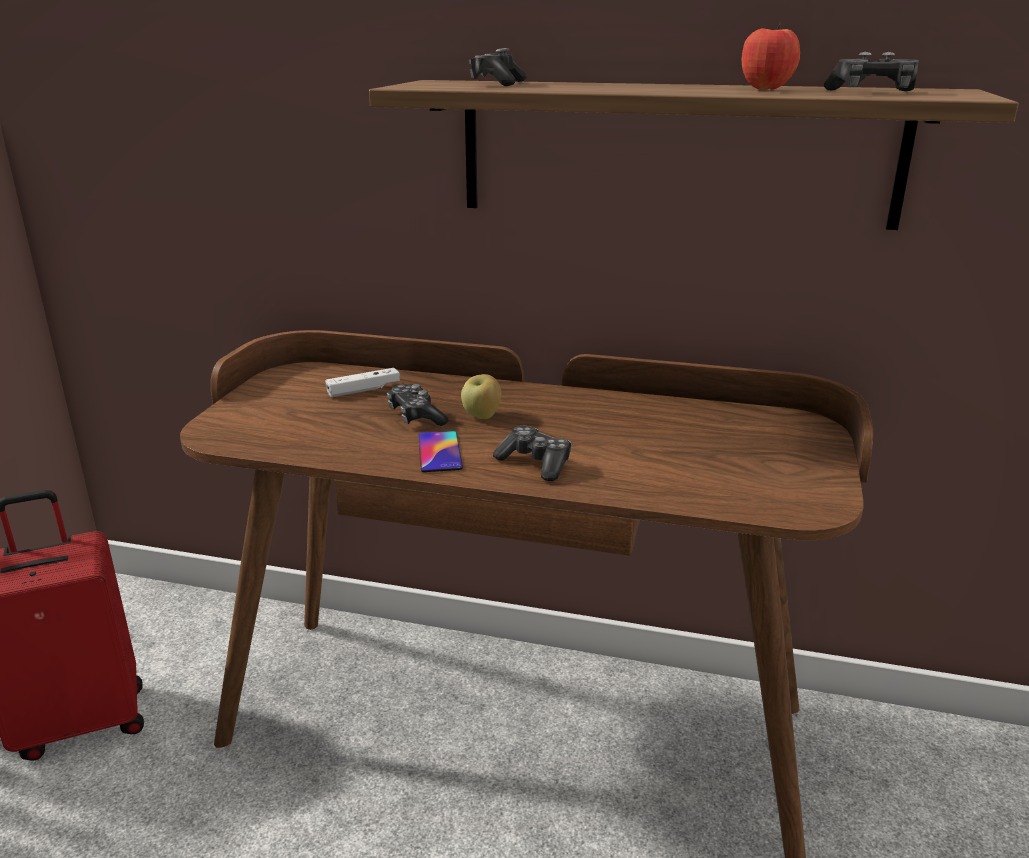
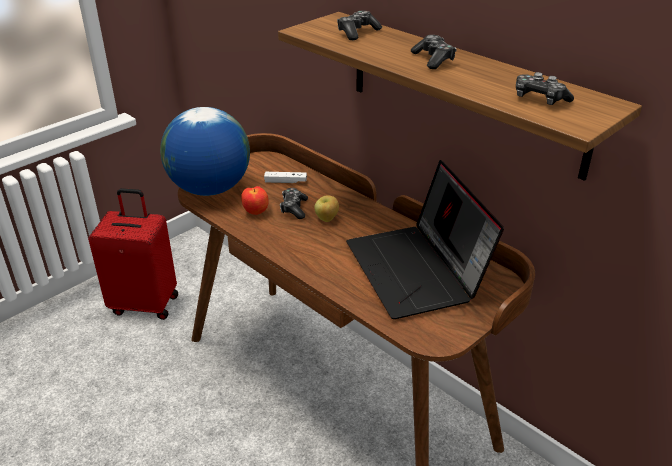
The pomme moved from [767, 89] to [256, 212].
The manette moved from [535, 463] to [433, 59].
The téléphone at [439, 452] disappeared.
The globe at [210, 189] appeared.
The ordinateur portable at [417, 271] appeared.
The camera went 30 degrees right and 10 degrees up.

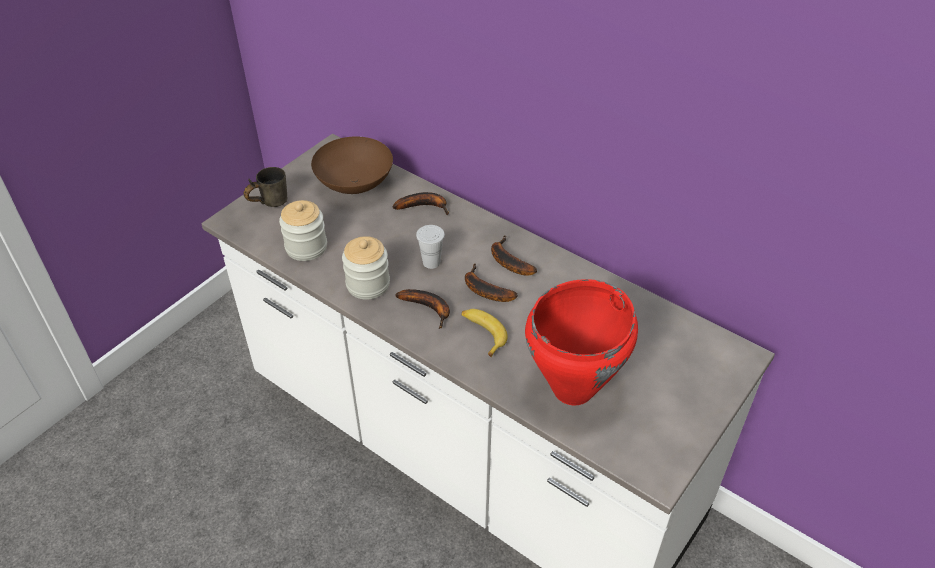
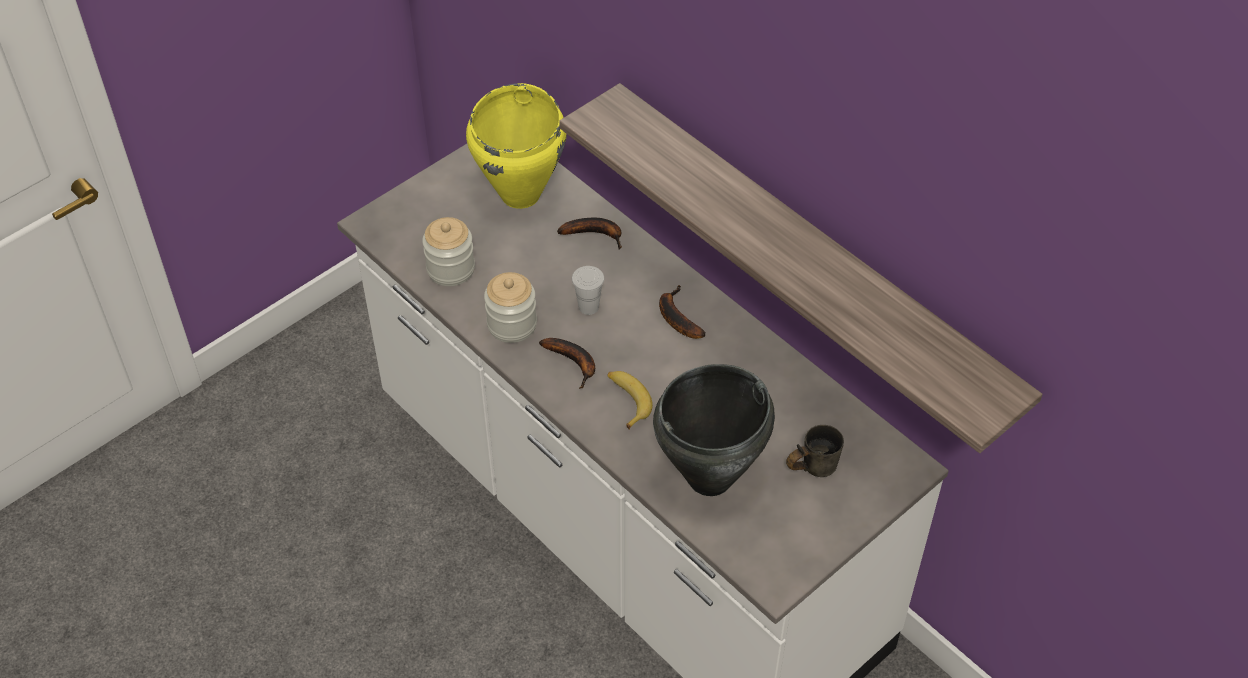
The bol (marron) at [356, 184] was replaced by the marmite (jaune) at [521, 194].
The mug (gris) moved from [268, 201] to [810, 465].
The banane at [484, 290] disappeared.
The marmite (rouge) at [574, 389] became the marmite (noir) at [711, 478].
The étagère at [809, 259] appeared.
The camera went 10 degrees right and 5 degrees up.

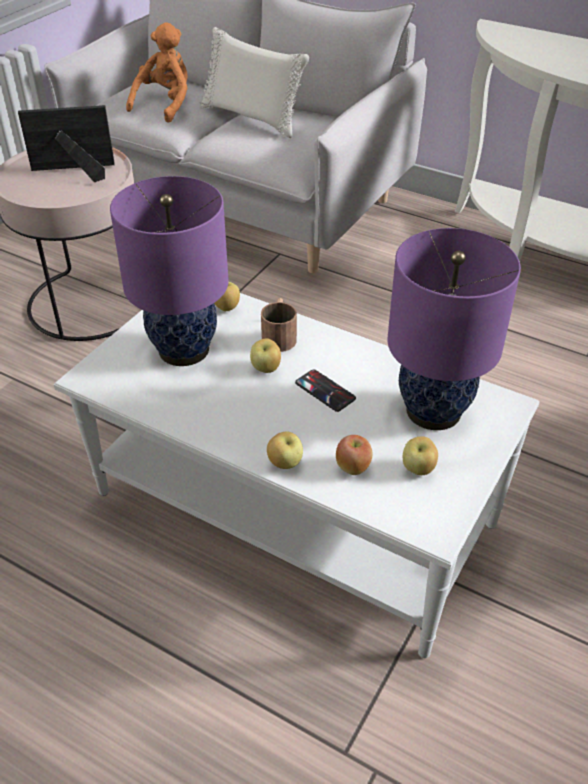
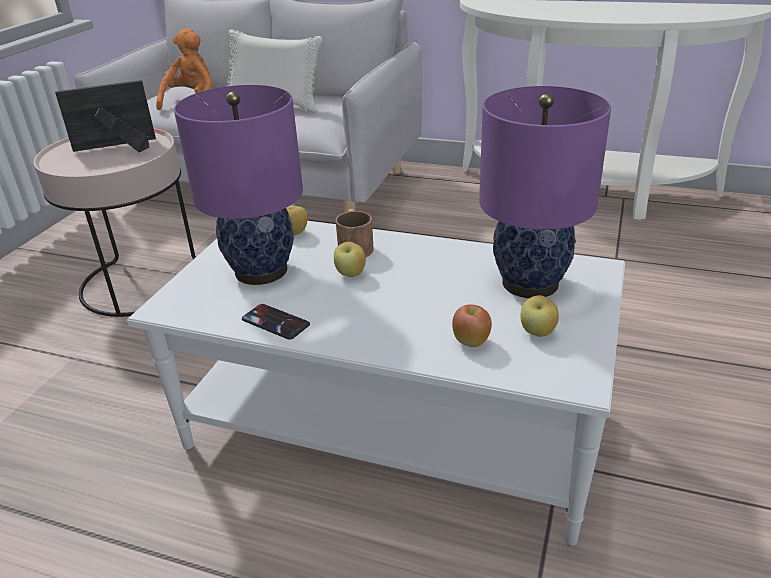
The téléphone moved from [325, 391] to [275, 322].
The pomme at [285, 463] disappeared.
The camera went 10 degrees left and 10 degrees down.

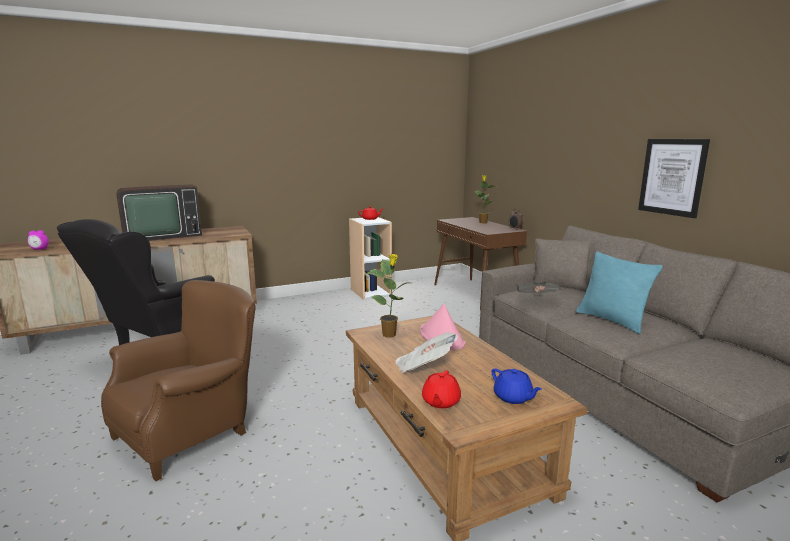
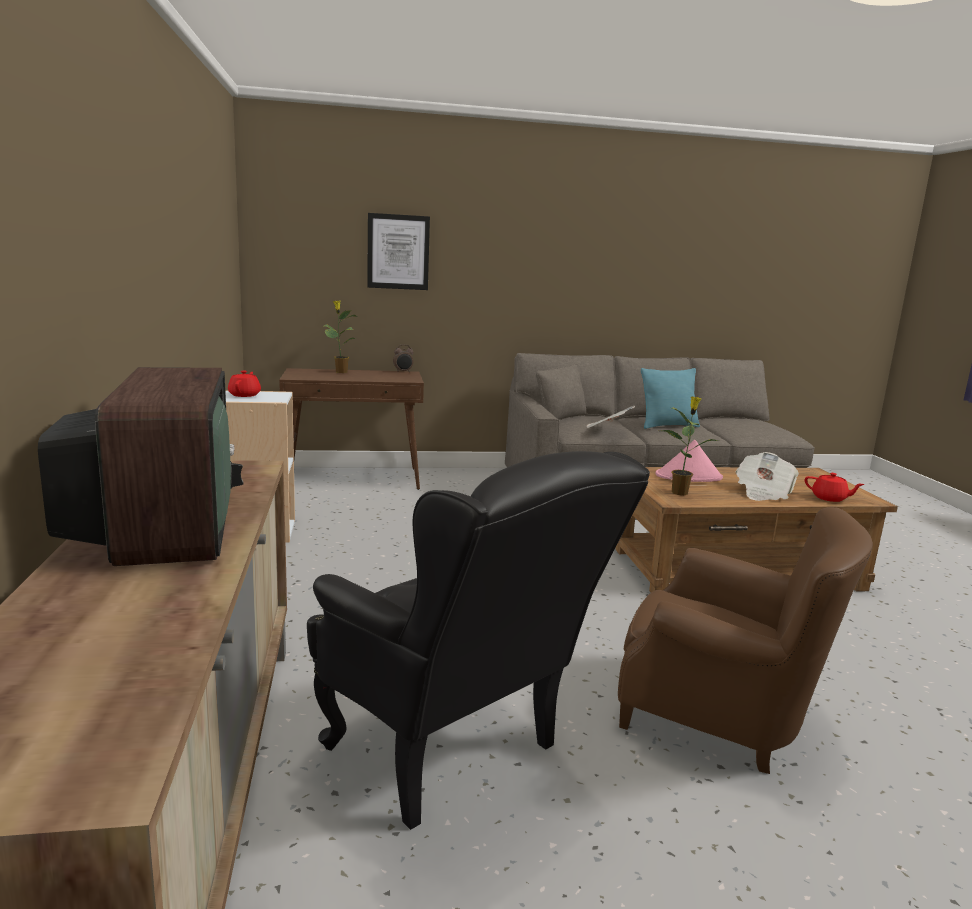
The tableau moved from [672, 177] to [398, 252].
The réveil at [39, 249] disappeared.
The fauteuil (marron) at [191, 430] turned 150 degrees clockwise.
The théière (bleu) at [513, 397] disappeared.
The camera went 75 degrees left and 0 degrees up.

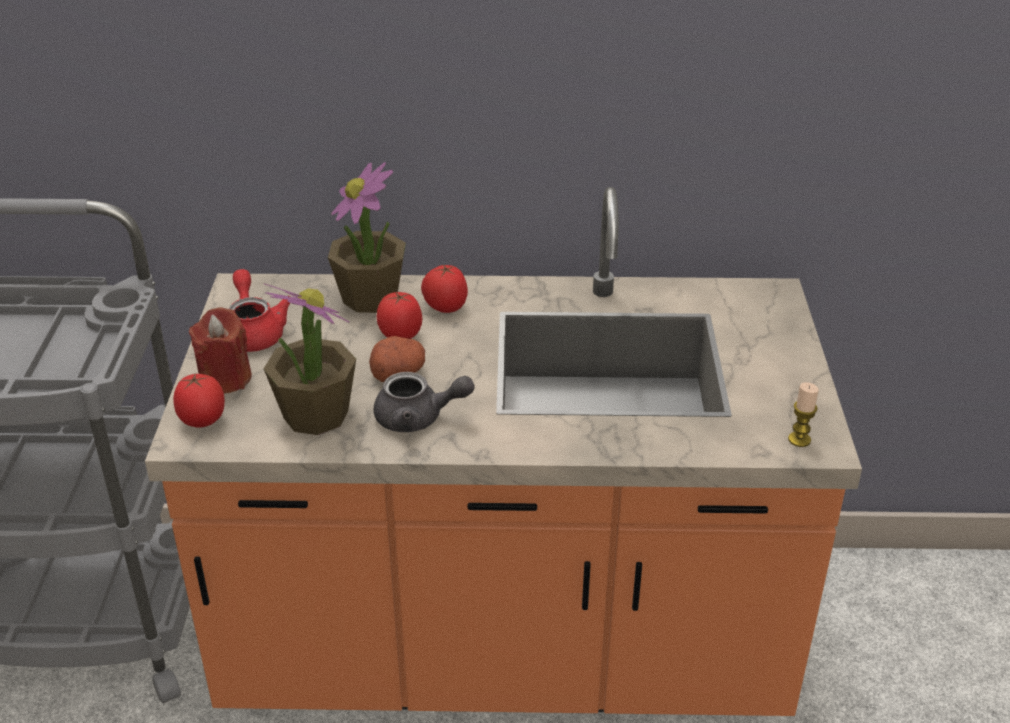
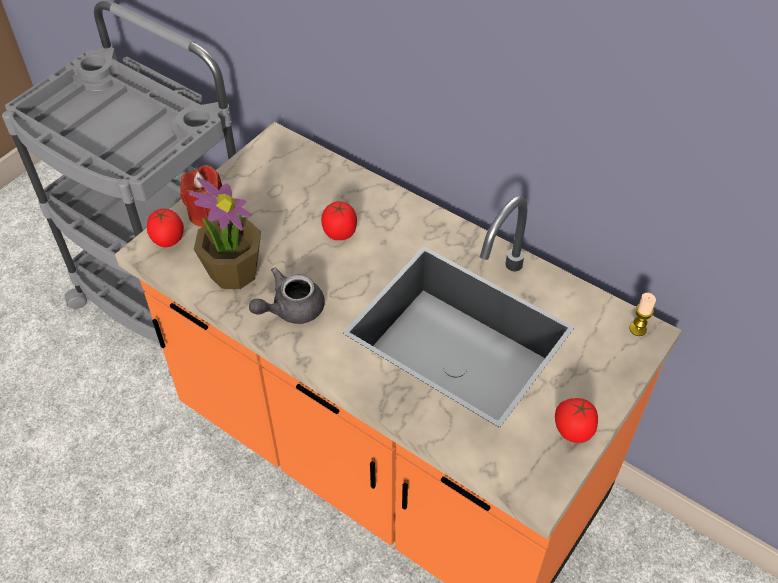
The plante en pot at [371, 298] disappeared.
The tomate moved from [445, 308] to [573, 431].
The théière (rouge) at [254, 332] disappeared.
The pomme de terre at [398, 372] disappeared.
The théière (gris) at [418, 418] turned 105 degrees clockwise.
The bougie moved from [799, 439] to [638, 329].
The camera went 35 degrees right and 15 degrees up.

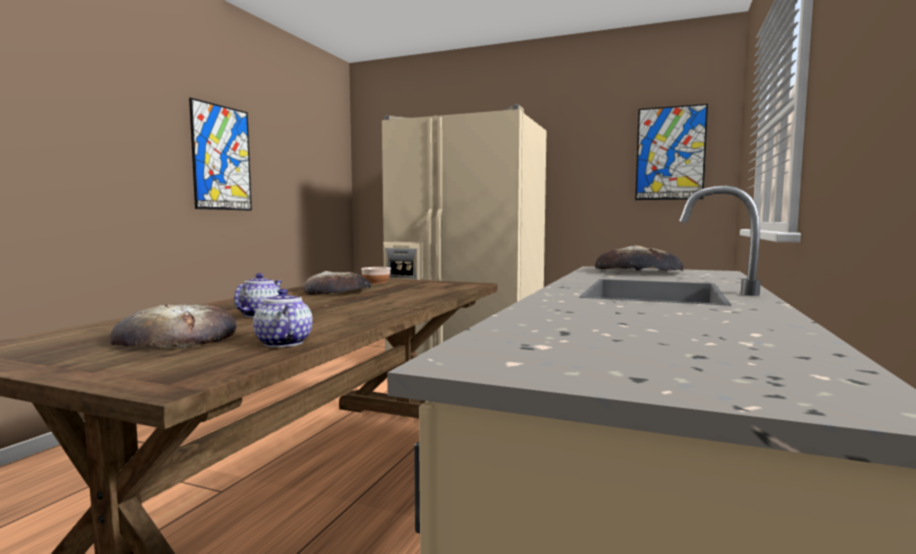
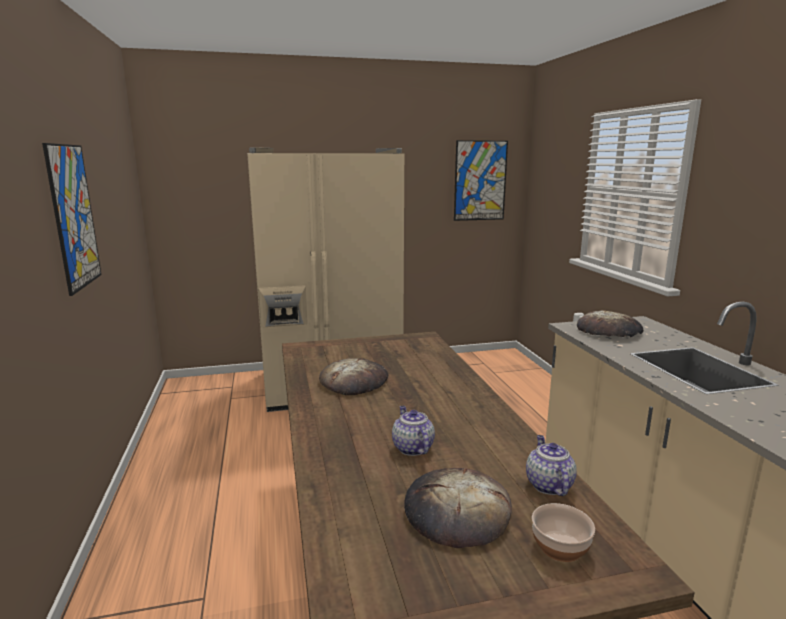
The bol moved from [376, 282] to [559, 547].
The théière at [283, 343] turned 60 degrees clockwise.
The camera went 35 degrees left and 10 degrees up.

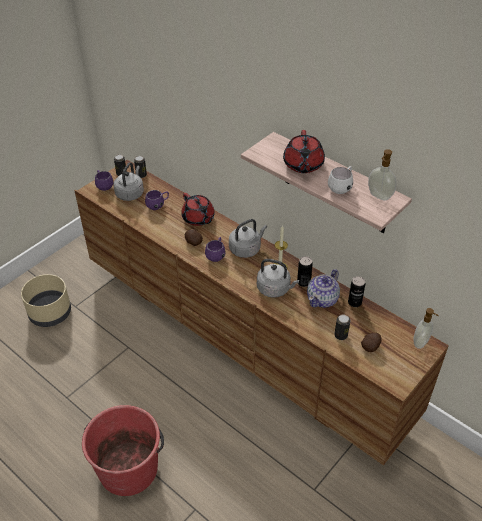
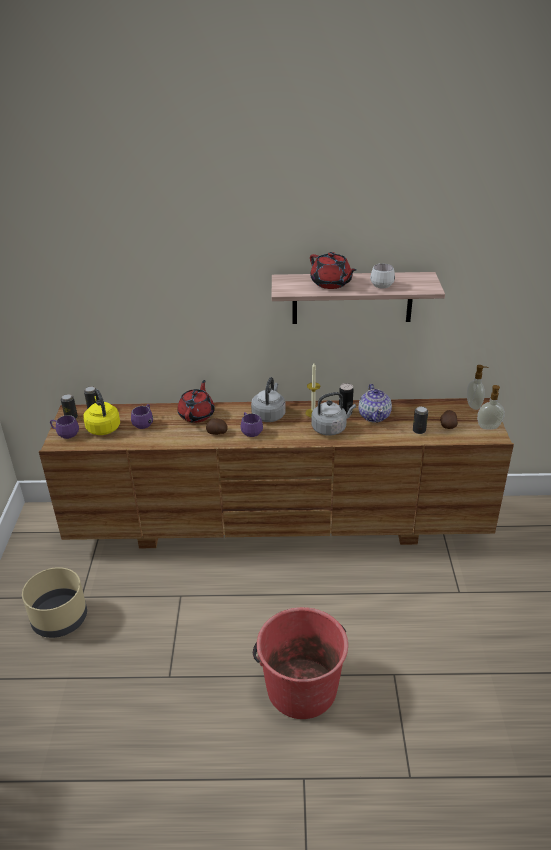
The distributeur de savon moved from [379, 196] to [488, 427].
The bouilloire (gris) at [130, 193] became the bouilloire (jaune) at [103, 427].
The théière (rouge) at [198, 218] turned 90 degrees counterclockwise.
The boîte métallique at [354, 302] disappeared.
The camera went 40 degrees left and 10 degrees down.

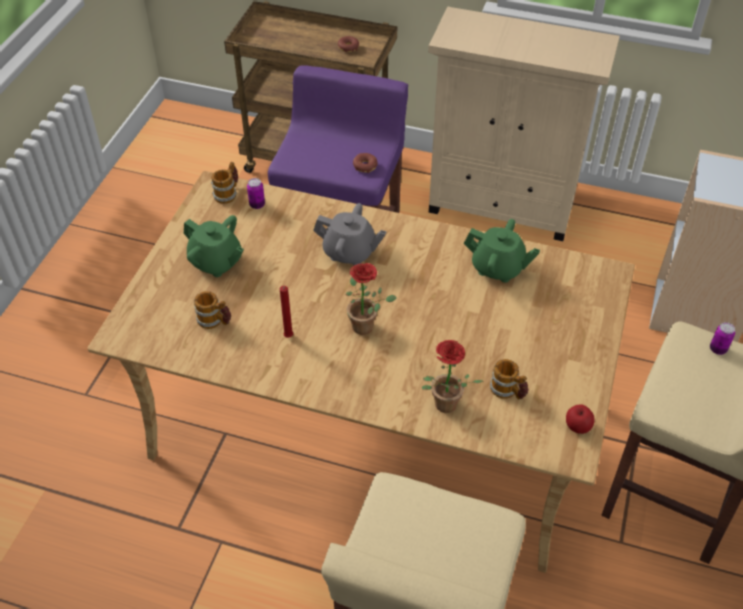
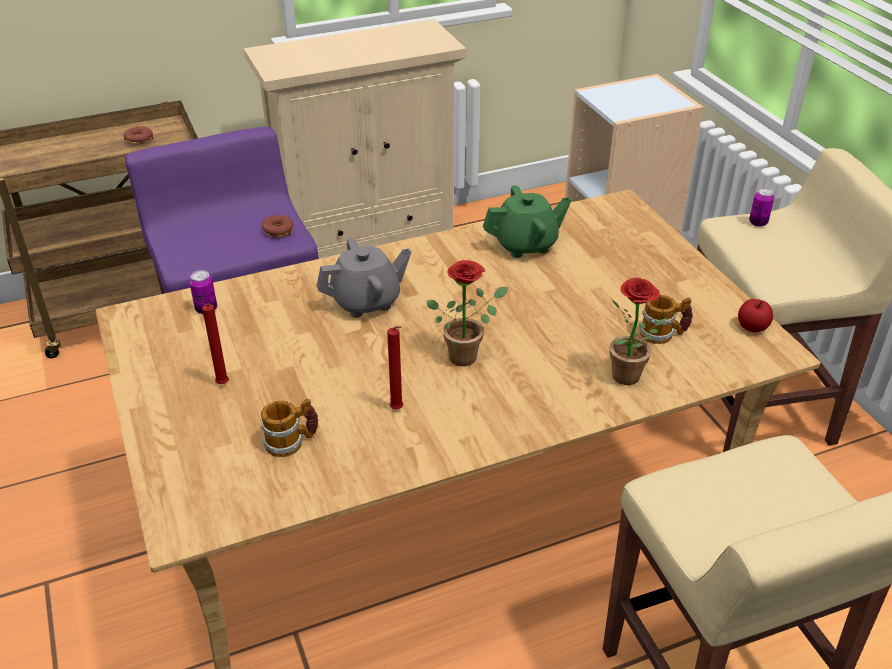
The mug at [228, 193] disappeared.
The théière (vert) at [216, 262] was replaced by the bougie (rouge) at [222, 385].
The camera went 40 degrees left and 10 degrees down.

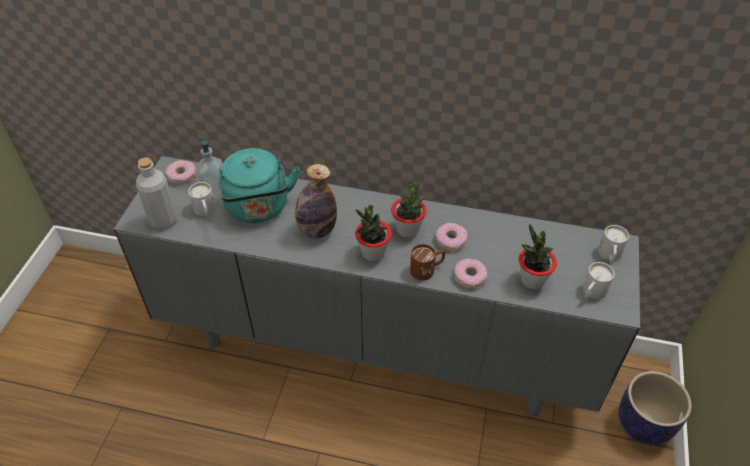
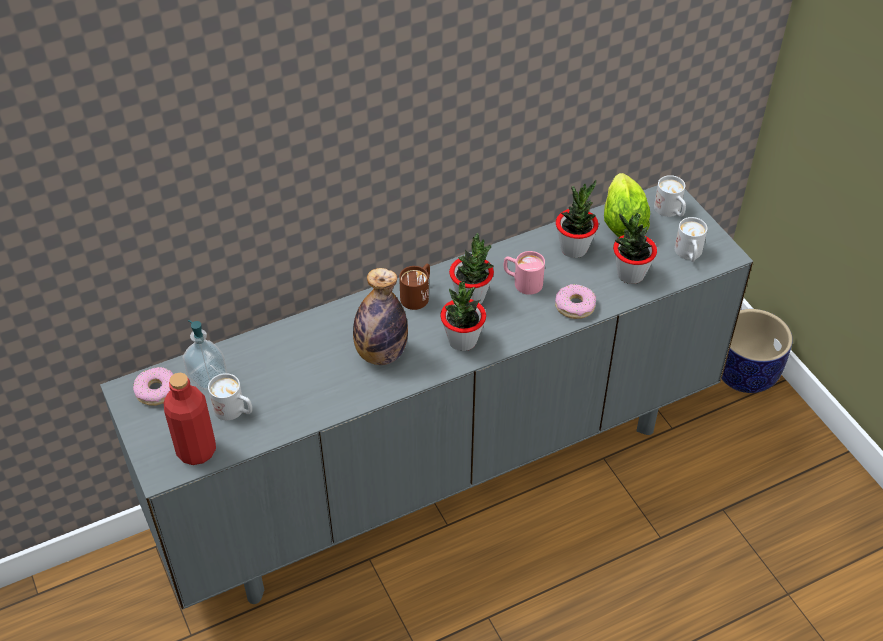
The bouilloire (turquoise) at [258, 208] disappeared.
The bouteille (gris) at [163, 220] became the bouteille (rouge) at [196, 450].
The beignet at [451, 240] was replaced by the mug (rose) at [522, 282].
The mug (marron) moved from [427, 269] to [418, 295].
The laitue at [622, 223] appeared.
The plante en pot at [574, 248] appeared.
The camera went 40 degrees left and 0 degrees up.

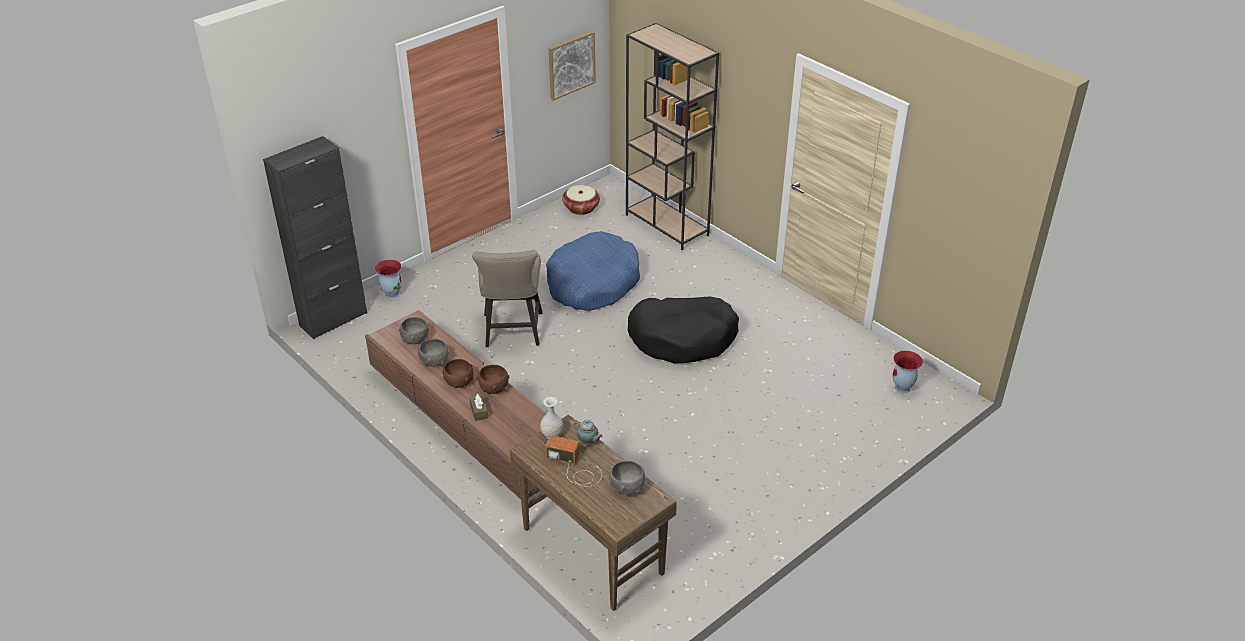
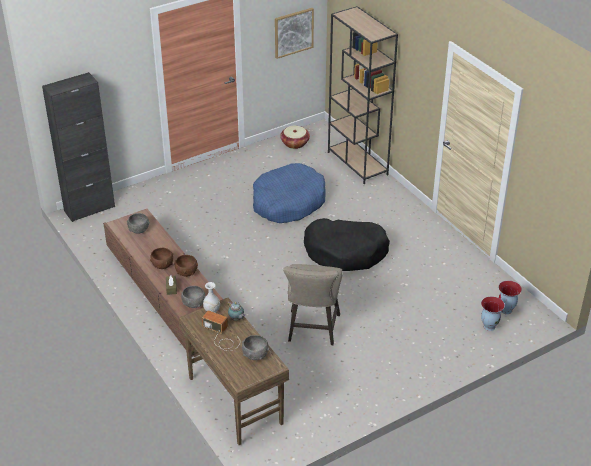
The tabouret (beige) moved from [512, 333] to [312, 331].
The vase moved from [392, 294] to [489, 326].
The bol (gris) moved from [434, 361] to [193, 303].
The camera went 10 degrees right and 0 degrees up.

